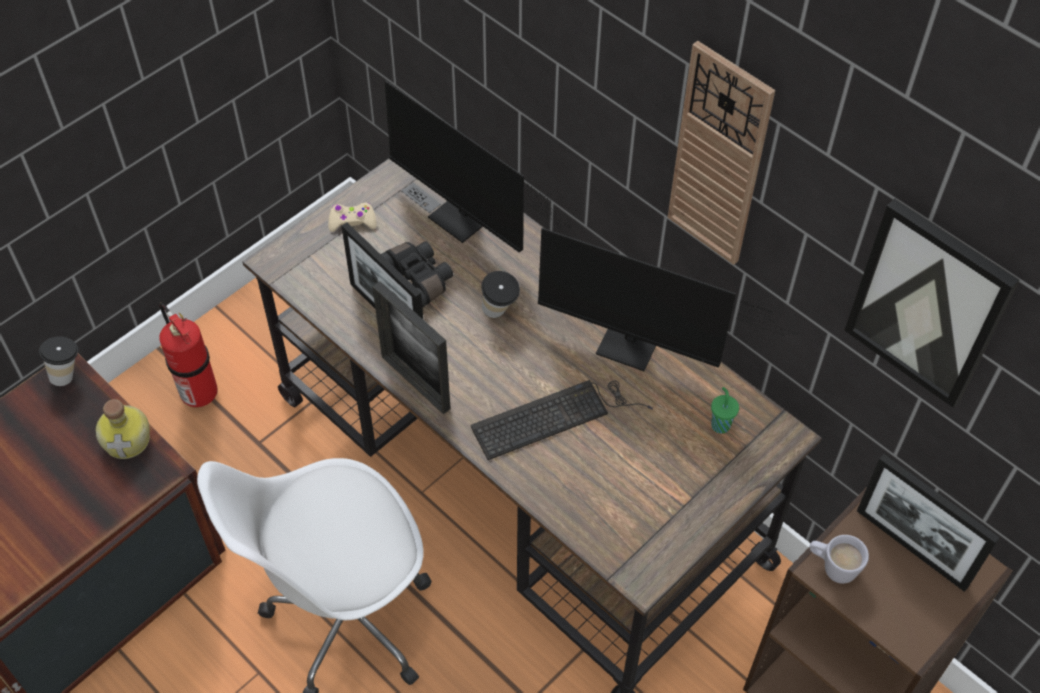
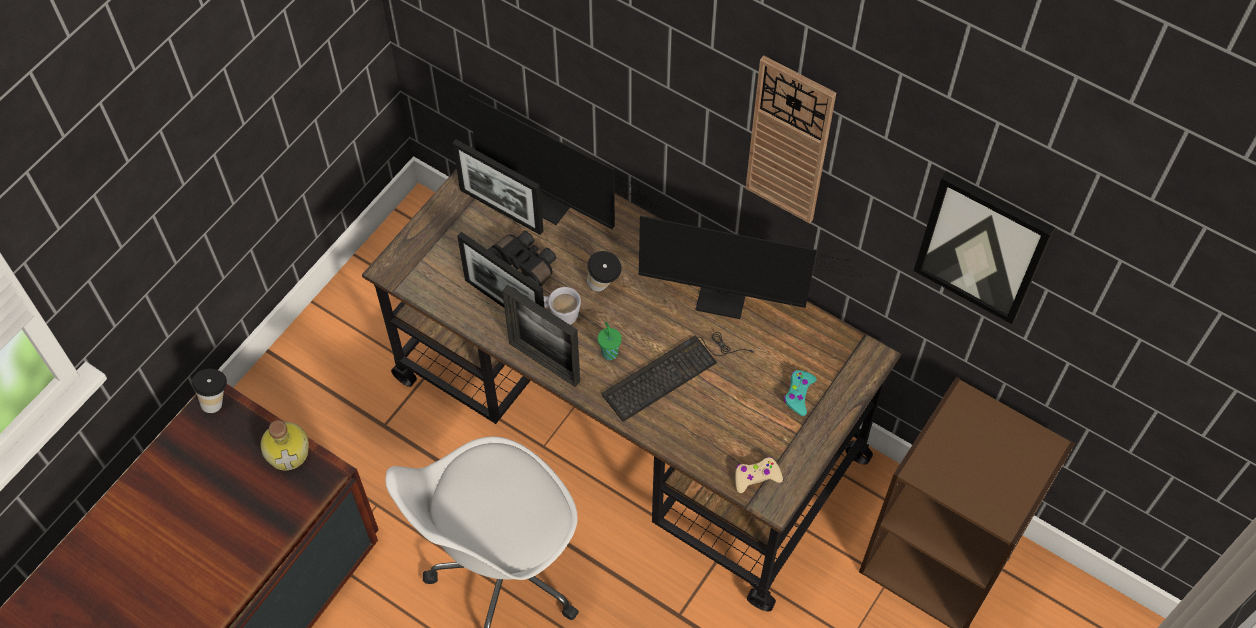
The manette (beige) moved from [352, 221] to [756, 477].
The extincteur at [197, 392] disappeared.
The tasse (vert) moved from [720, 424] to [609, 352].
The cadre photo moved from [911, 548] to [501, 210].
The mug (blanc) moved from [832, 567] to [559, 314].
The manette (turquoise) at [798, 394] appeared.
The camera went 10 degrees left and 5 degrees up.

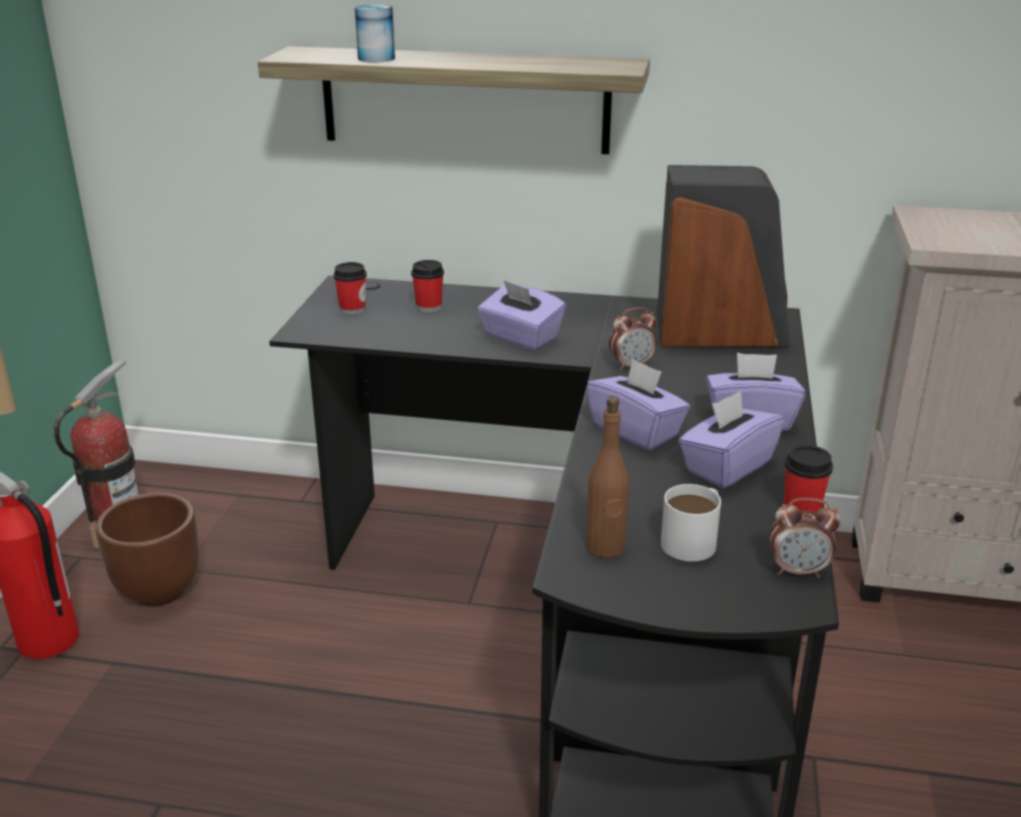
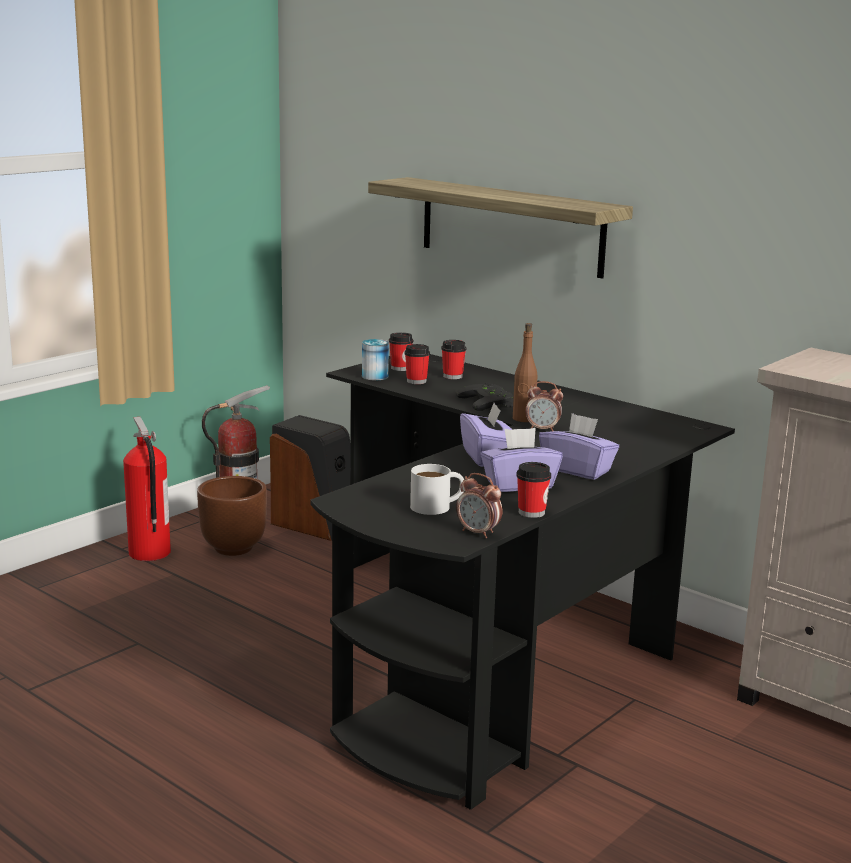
The boîte métallique moved from [376, 58] to [375, 376].
The enceinte moved from [719, 331] to [317, 525].
The boîte à mouchoirs (violet) at [520, 338] was replaced by the manette (noir) at [489, 402].
The bouteille (marron) moved from [605, 547] to [523, 419].
The tasse at [416, 381] appeared.
The camera went 30 degrees right and 10 degrees down.

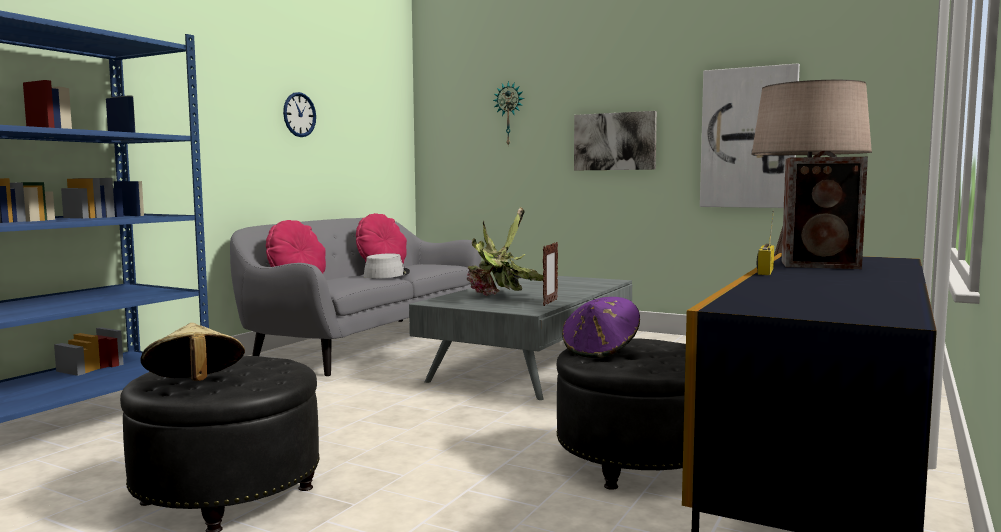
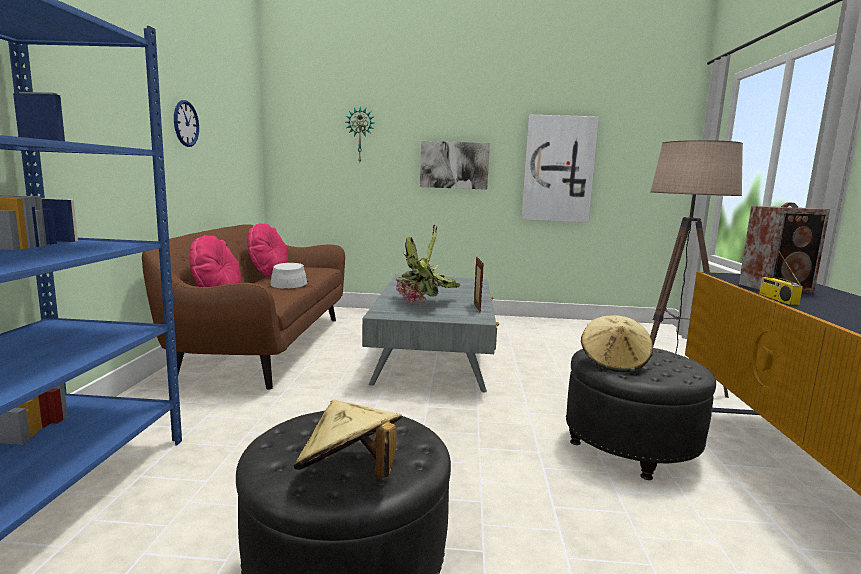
The canapé (gris) at [367, 343] became the canapé (marron) at [265, 345].
The chapeau (violet) at [600, 351] became the chapeau (beige) at [614, 363].
The camera went 25 degrees left and 5 degrees up.

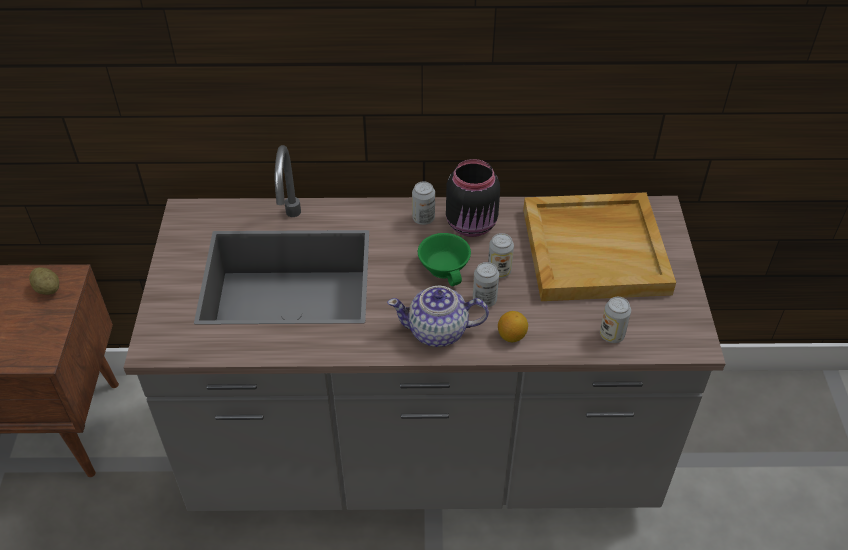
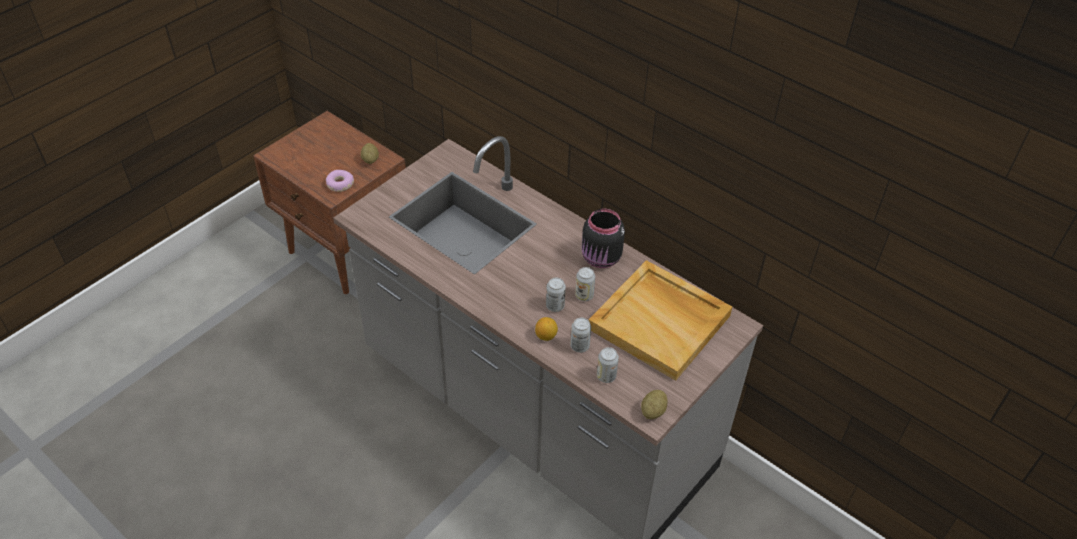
The boîte métallique moved from [423, 218] to [579, 346].
The tasse (vert) at [446, 268] disappeared.
The théière at [438, 331] disappeared.
The beignet at [340, 184] appeared.
The pomme de terre at [653, 411] appeared.
The camera went 40 degrees right and 0 degrees up.

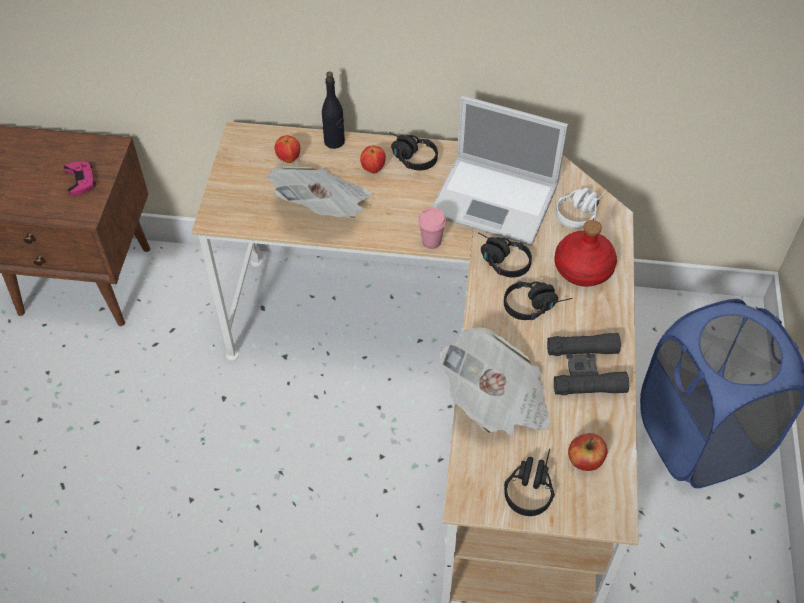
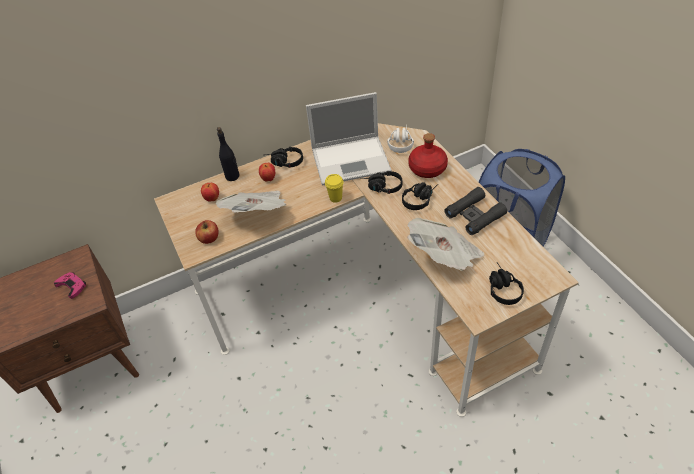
The tasse (rose) at [431, 241] became the tasse (jaune) at [335, 198].
The pomme moved from [585, 460] to [209, 238].
The camera went 30 degrees left and 5 degrees down.

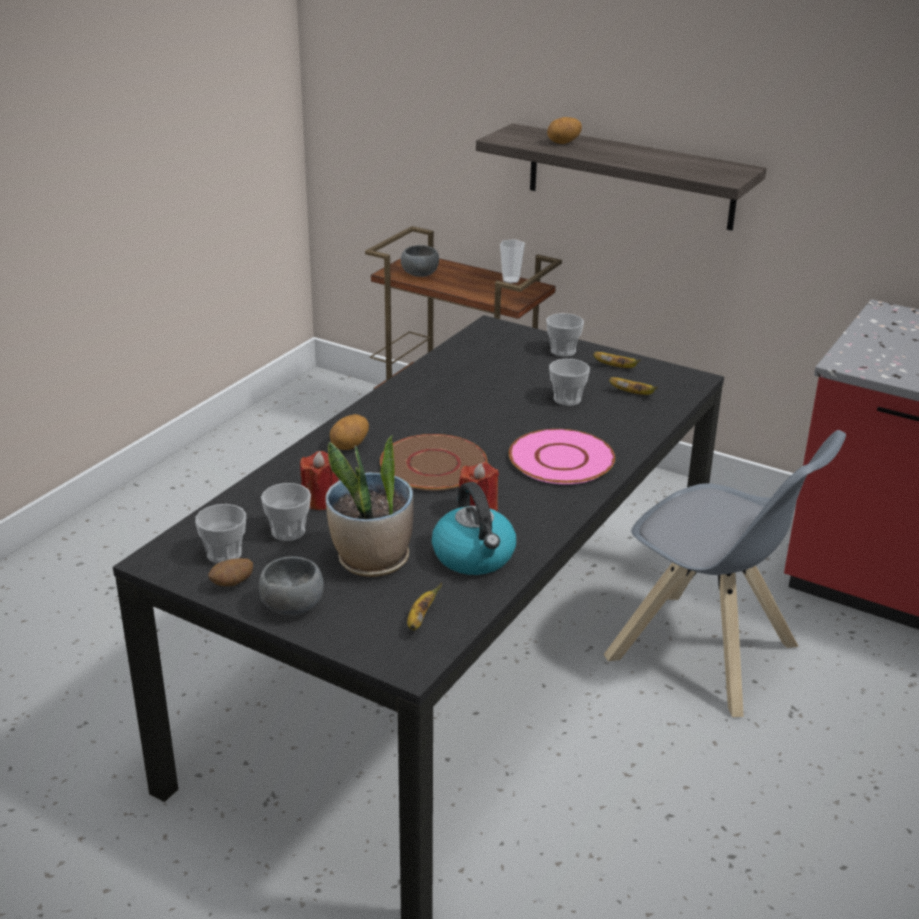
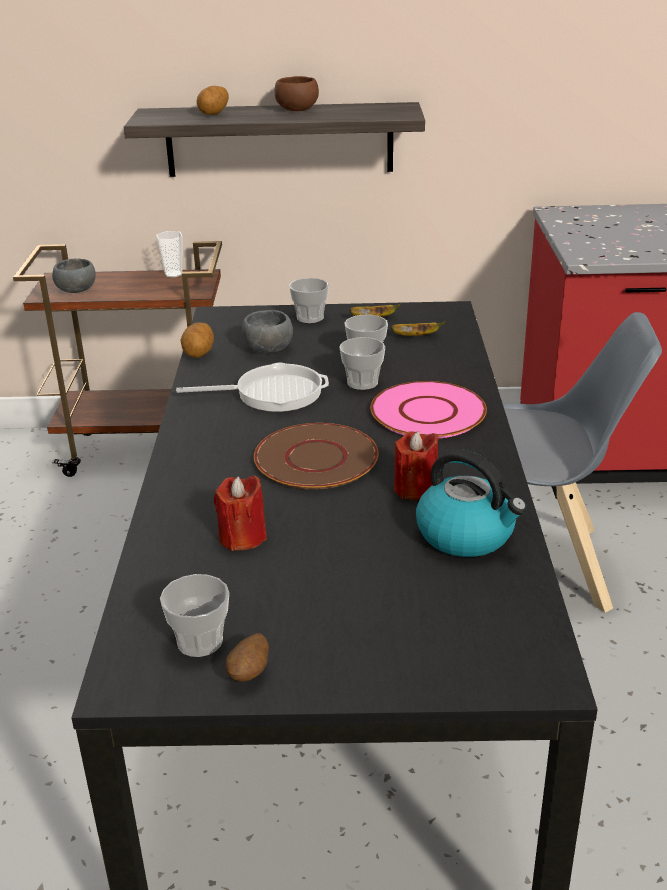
The pomme de terre moved from [350, 446] to [199, 354].
The plante en pot at [372, 560] disappeared.
The tasse moved from [288, 532] to [362, 383].
The bol (gris) moved from [291, 605] to [267, 349].
The banane at [420, 619] disappeared.
The bol (marron) at [296, 109] appeared.
The poêle at [272, 393] appeared.
The camera went 30 degrees left and 0 degrees up.

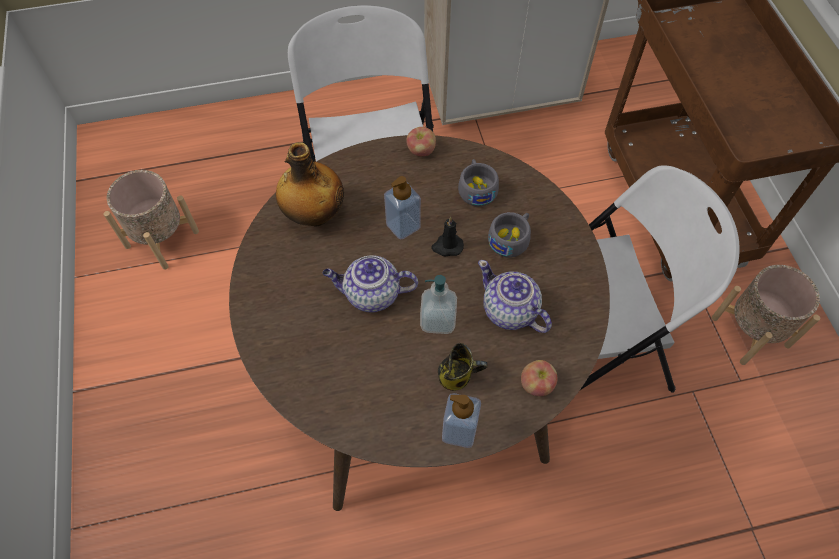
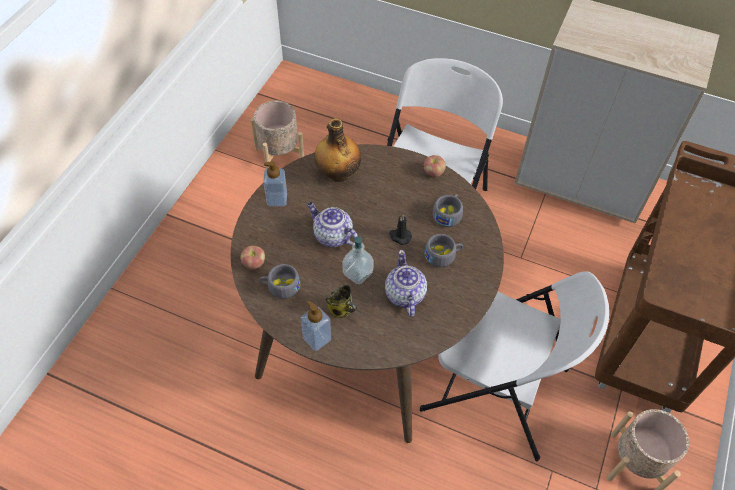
The distributeur de savon moved from [403, 226] to [277, 199].
The pomme moved from [536, 384] to [254, 263].
The tasse (gris) at [280, 286] appeared.
The camera went 35 degrees right and 5 degrees down.

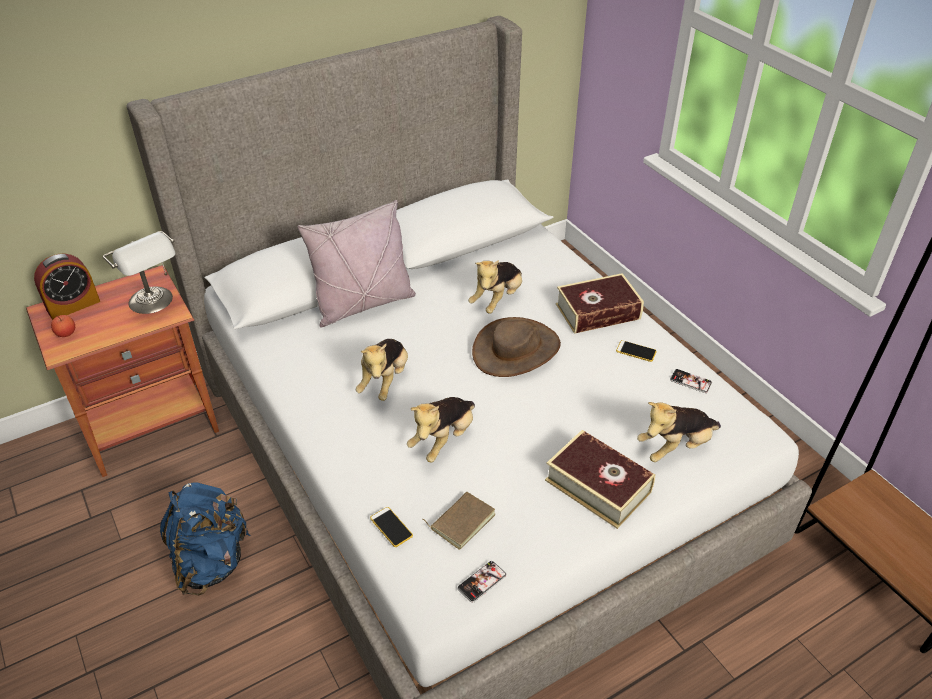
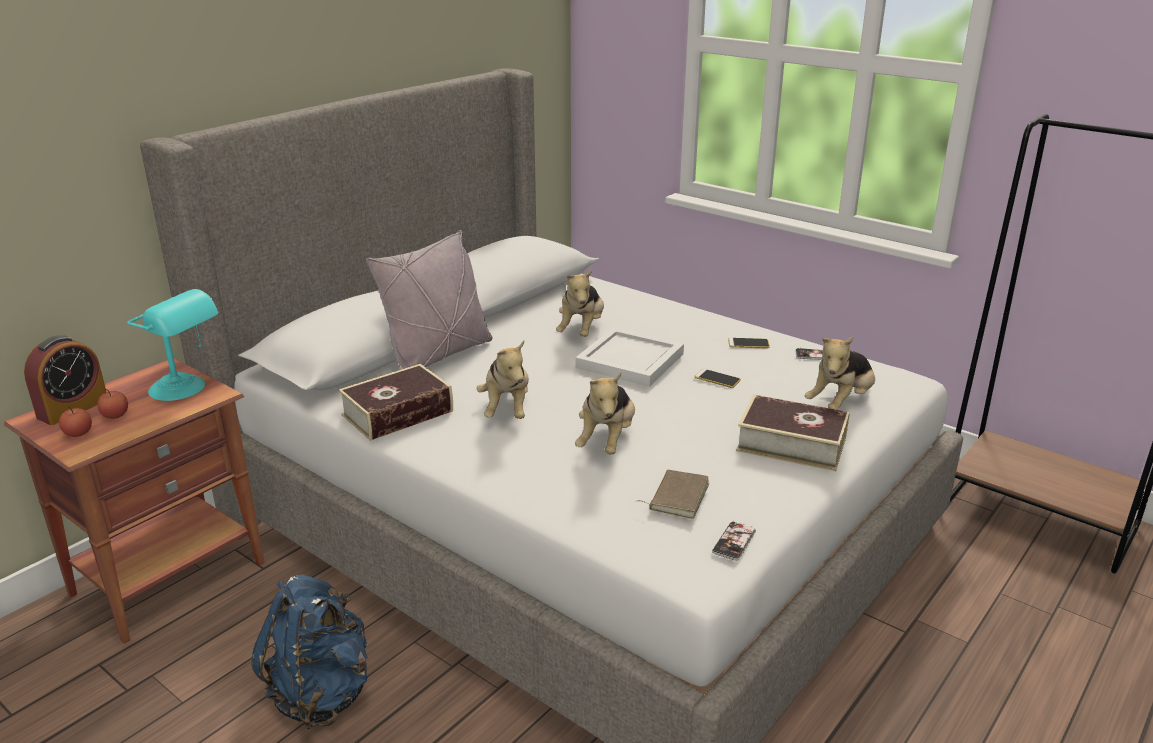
The lampe de table (blanc) at [156, 304] became the lampe de table (turquoise) at [186, 389].
The livre moved from [597, 312] to [397, 413].
The chapeau (marron) at [516, 350] was replaced by the plateau (blanc) at [630, 361].
The téléphone moved from [391, 527] to [717, 379].
The pomme at [115, 415] appeared.
The camera went 20 degrees left and 15 degrees down.

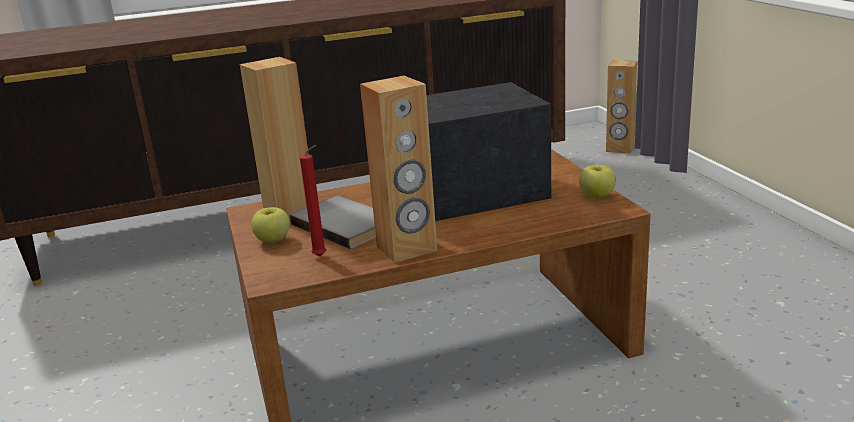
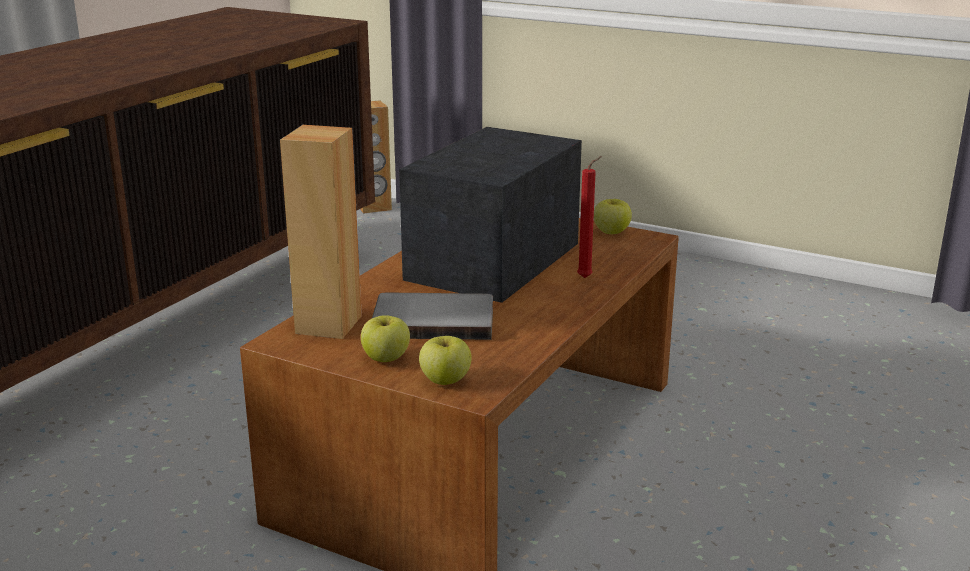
The enceinte (marron) at [407, 248] disappeared.
The bougie (rouge) moved from [321, 257] to [587, 277].
The pomme at [445, 380] appeared.
The camera went 45 degrees left and 0 degrees up.

